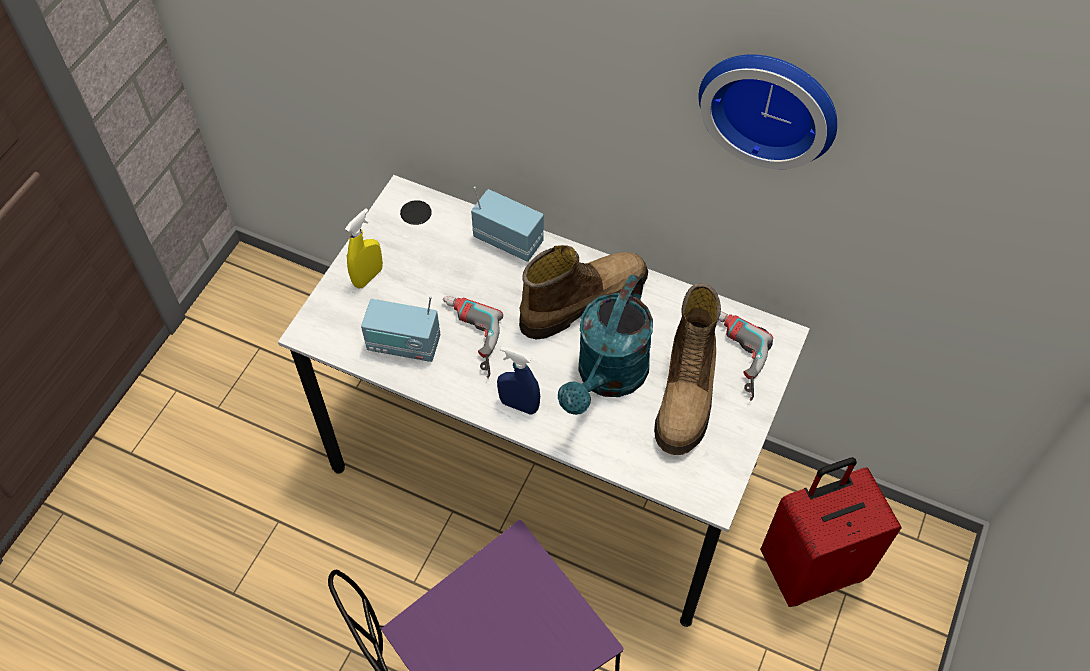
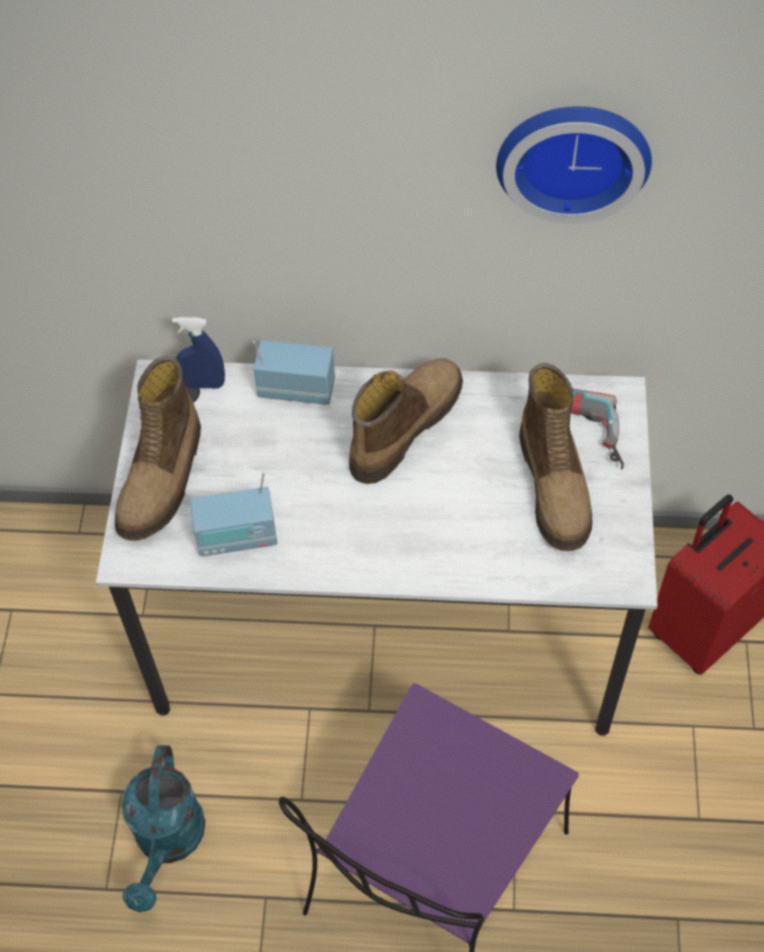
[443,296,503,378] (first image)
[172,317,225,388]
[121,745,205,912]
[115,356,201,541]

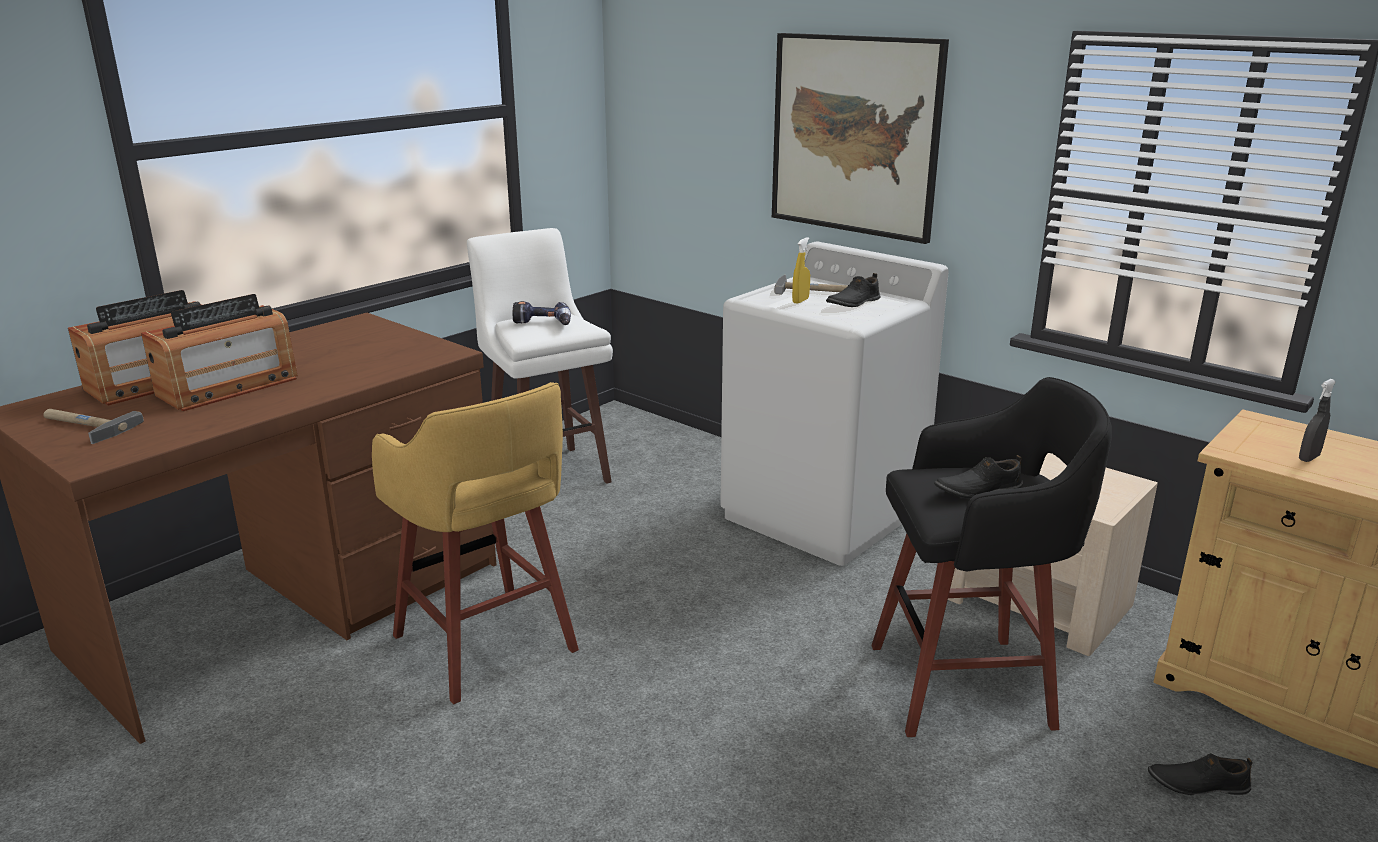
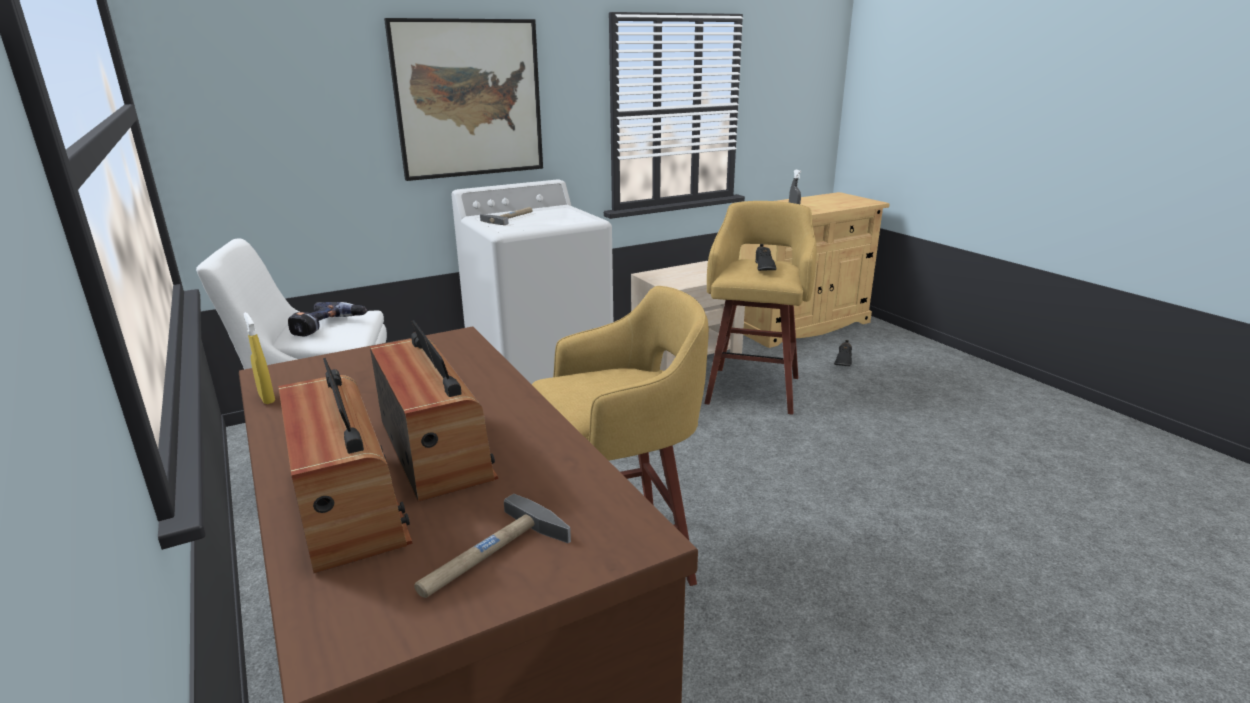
[826,273,881,307] (first image)
[244,312,275,404]
[704,201,817,415]

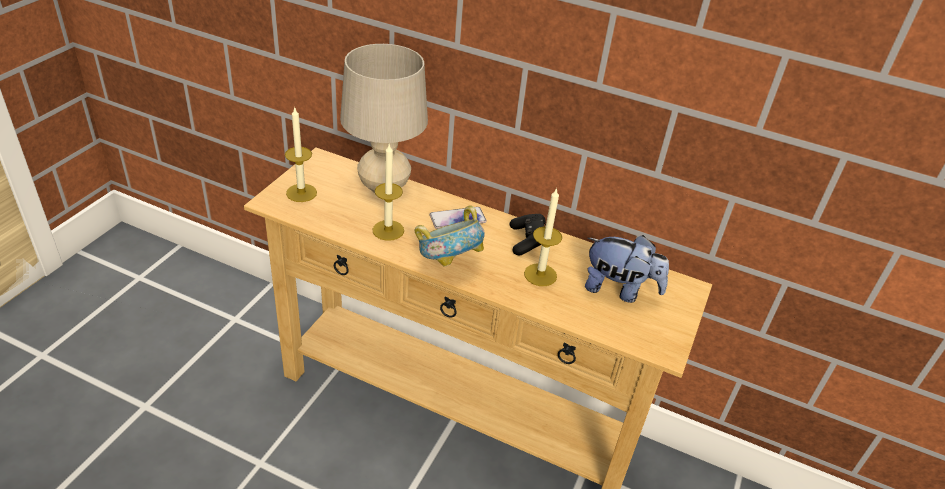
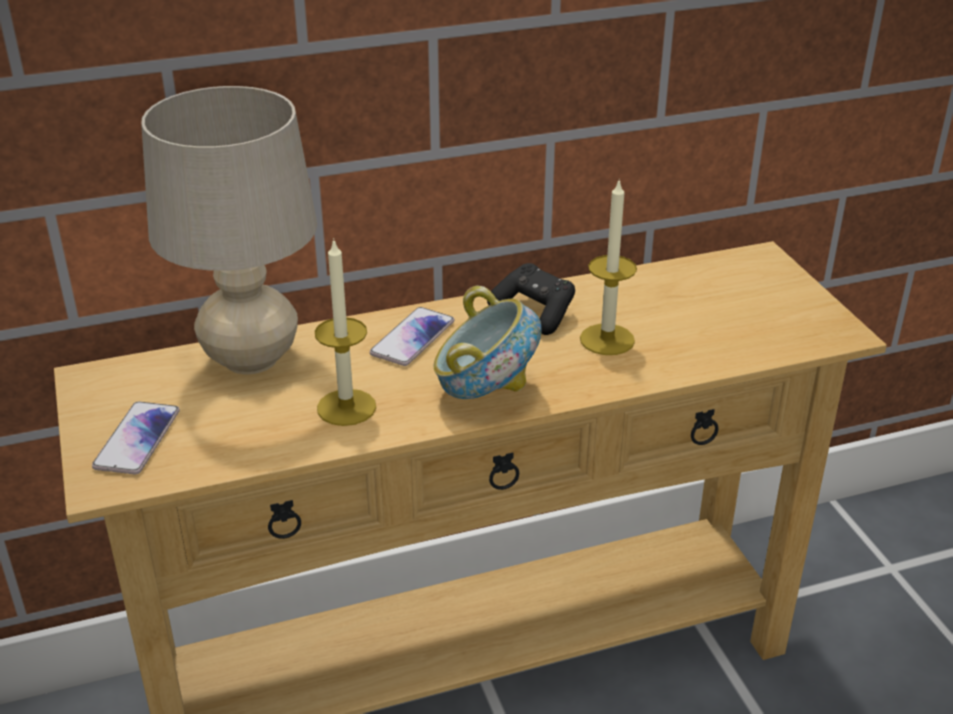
[585,235,669,303] (first image)
[92,402,180,474]

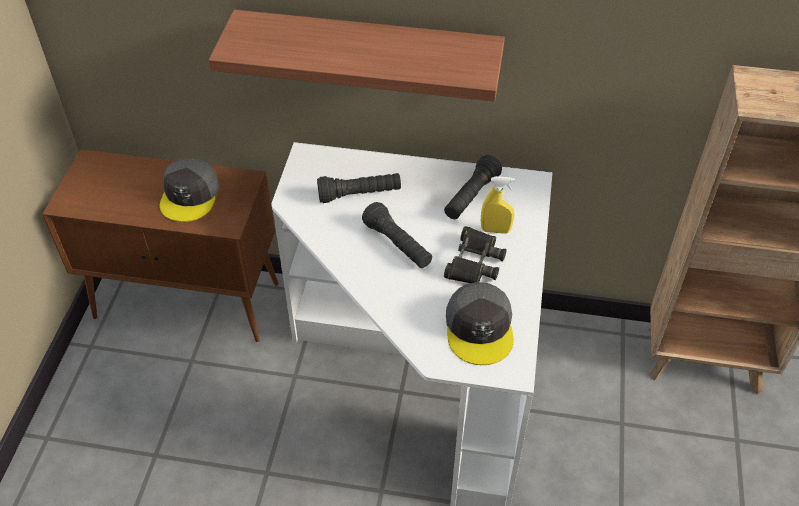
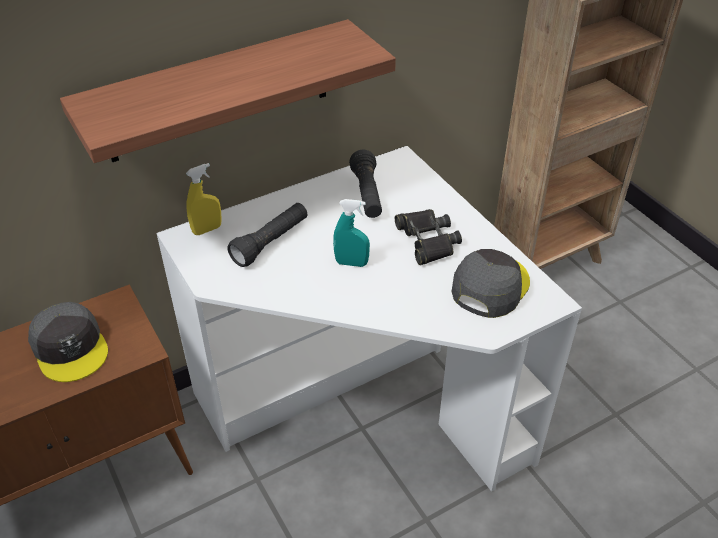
[186,163,222,235]
[333,199,370,267]
[451,249,530,318]

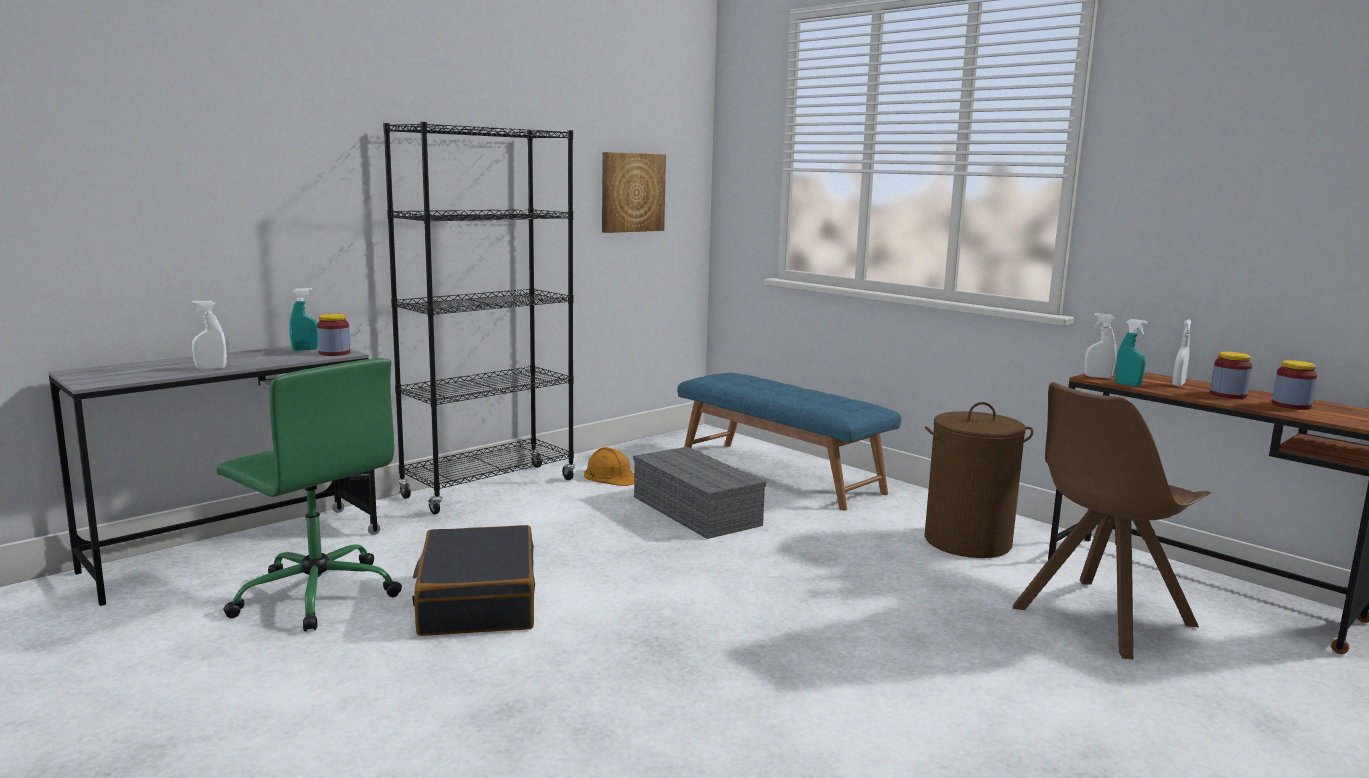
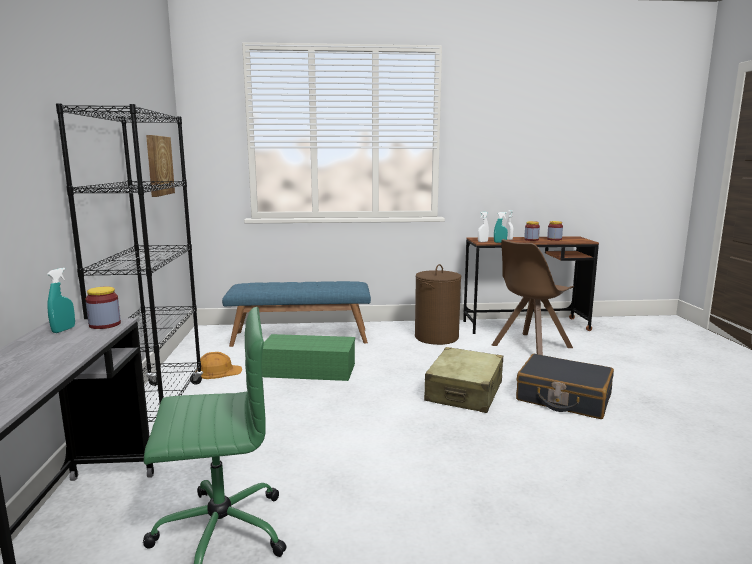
[192,301,227,370] (first image)
[424,347,503,413]
[516,354,614,419]
[262,334,355,381]
[492,239,574,355]

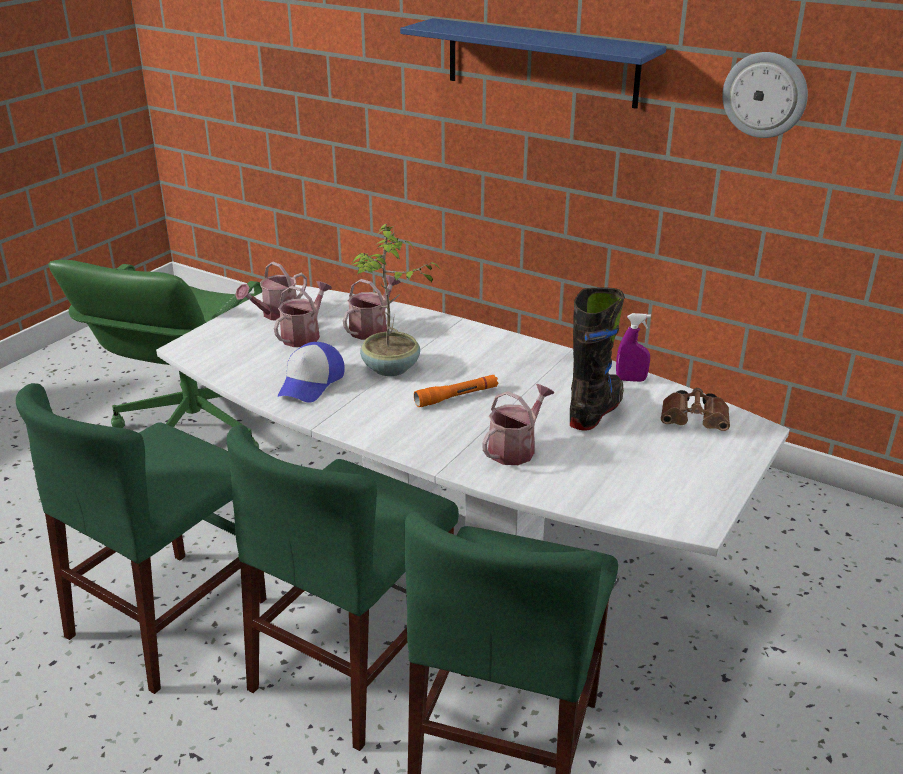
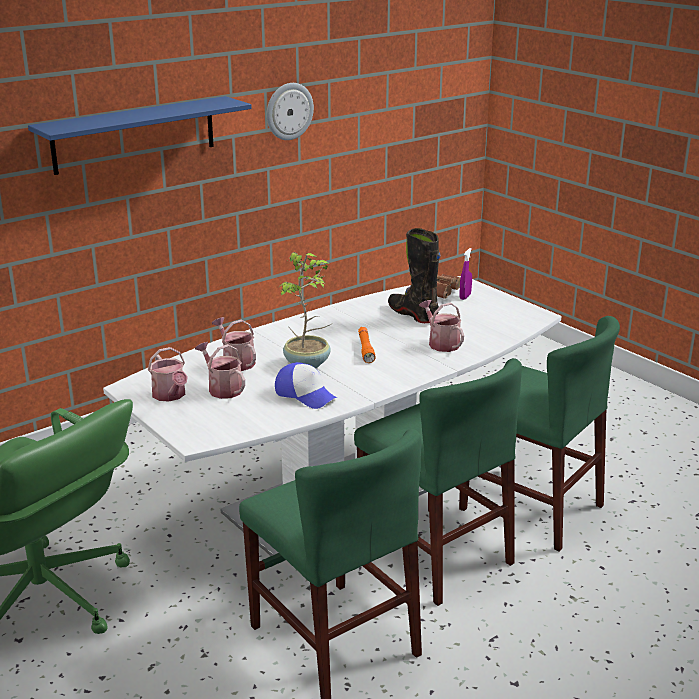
[459,248,472,300]

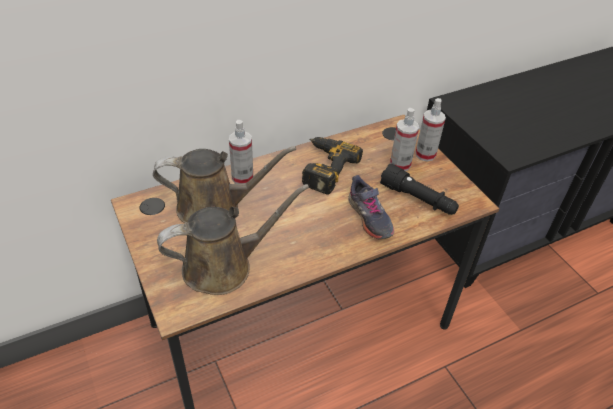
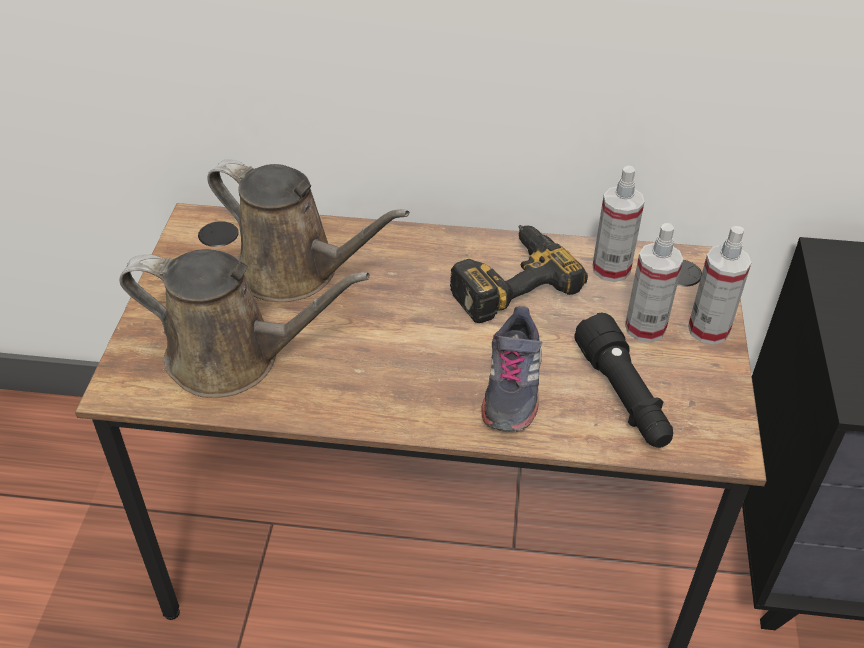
[592,165,644,282]

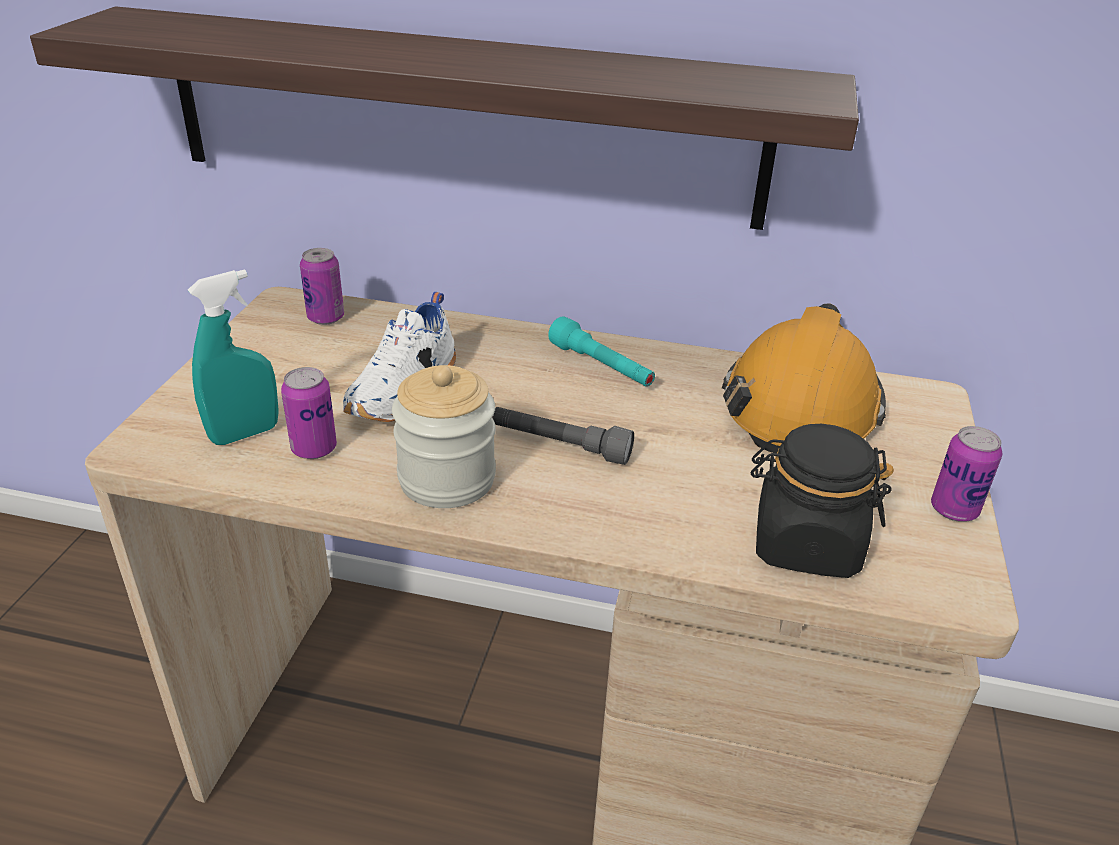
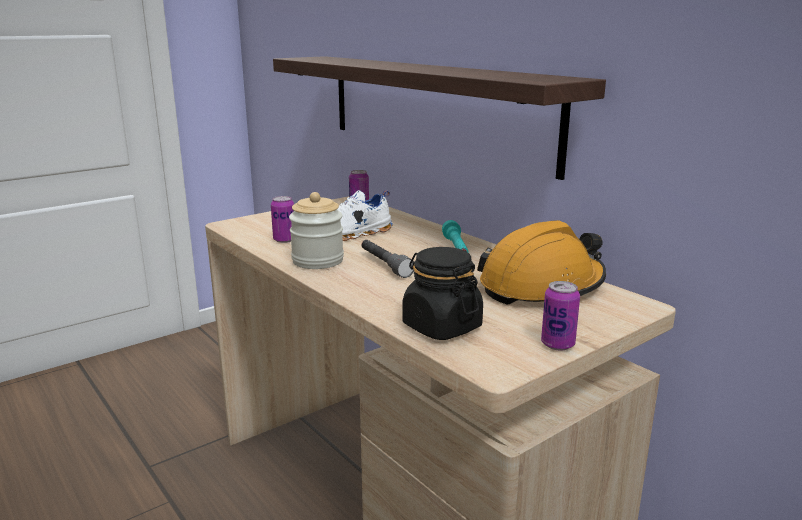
[188,269,279,445] (first image)

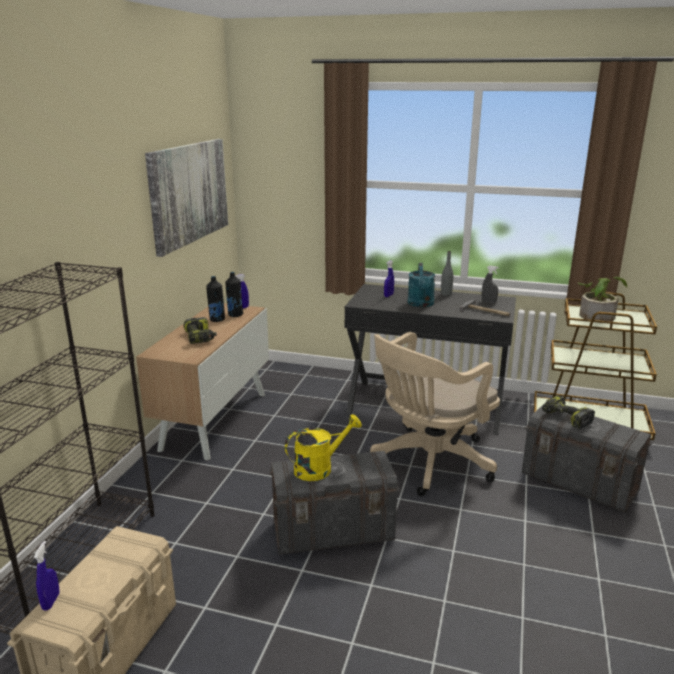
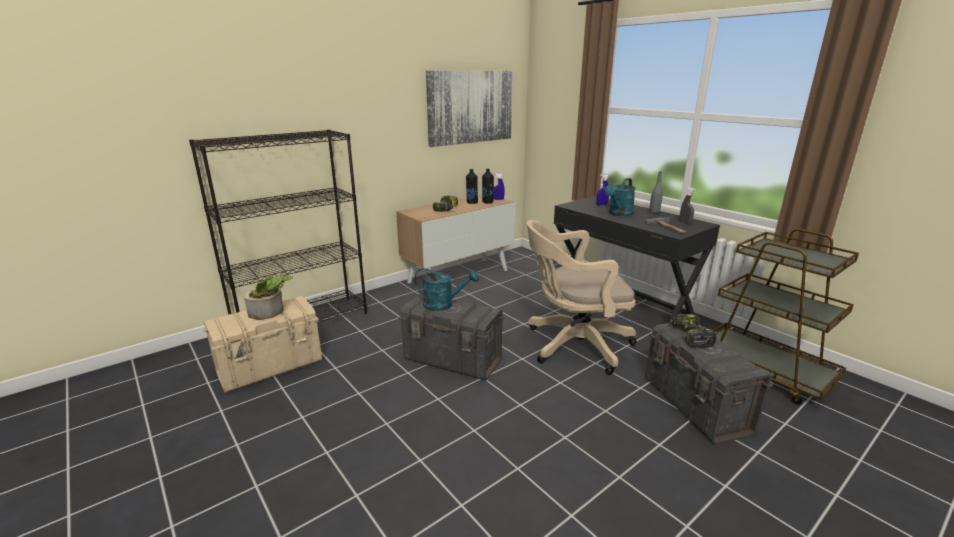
[34,541,59,611] (first image)
[244,275,293,320]
[414,268,479,311]

